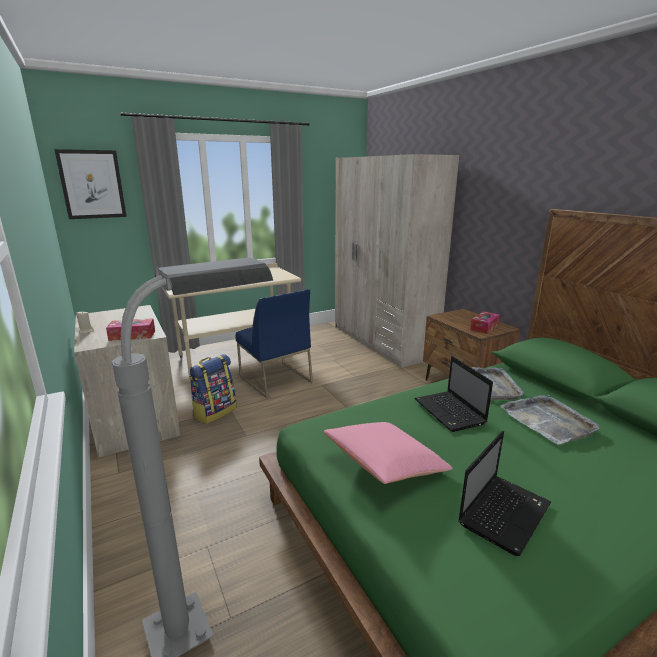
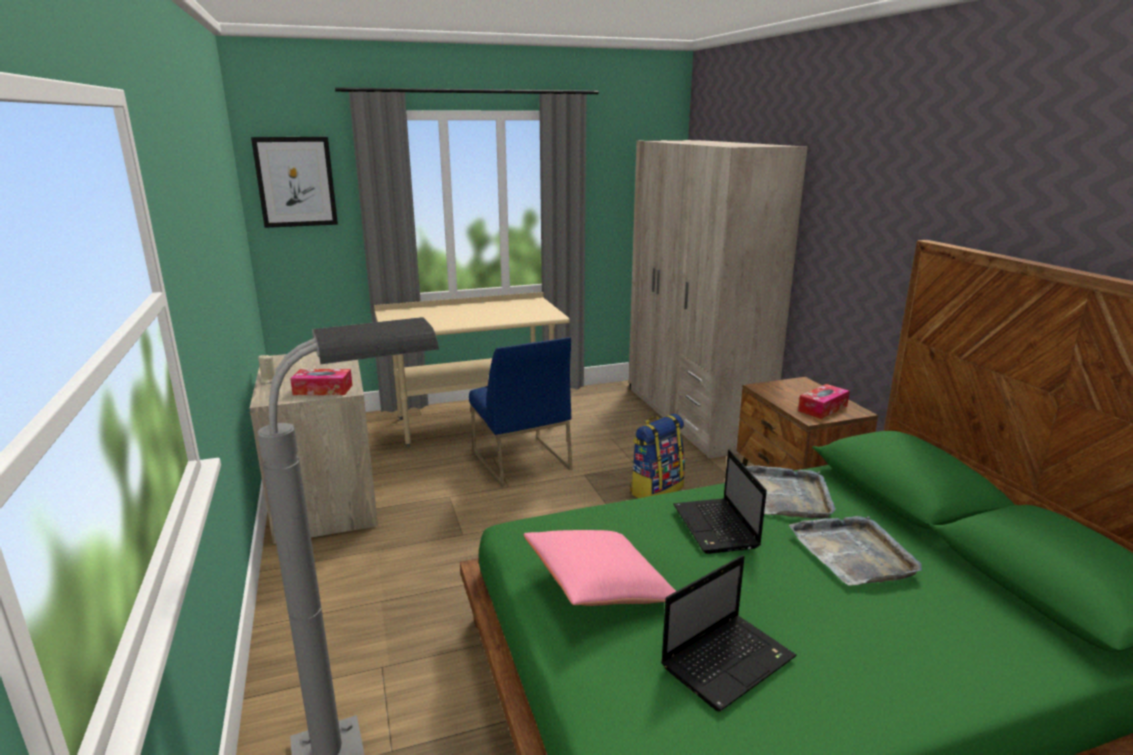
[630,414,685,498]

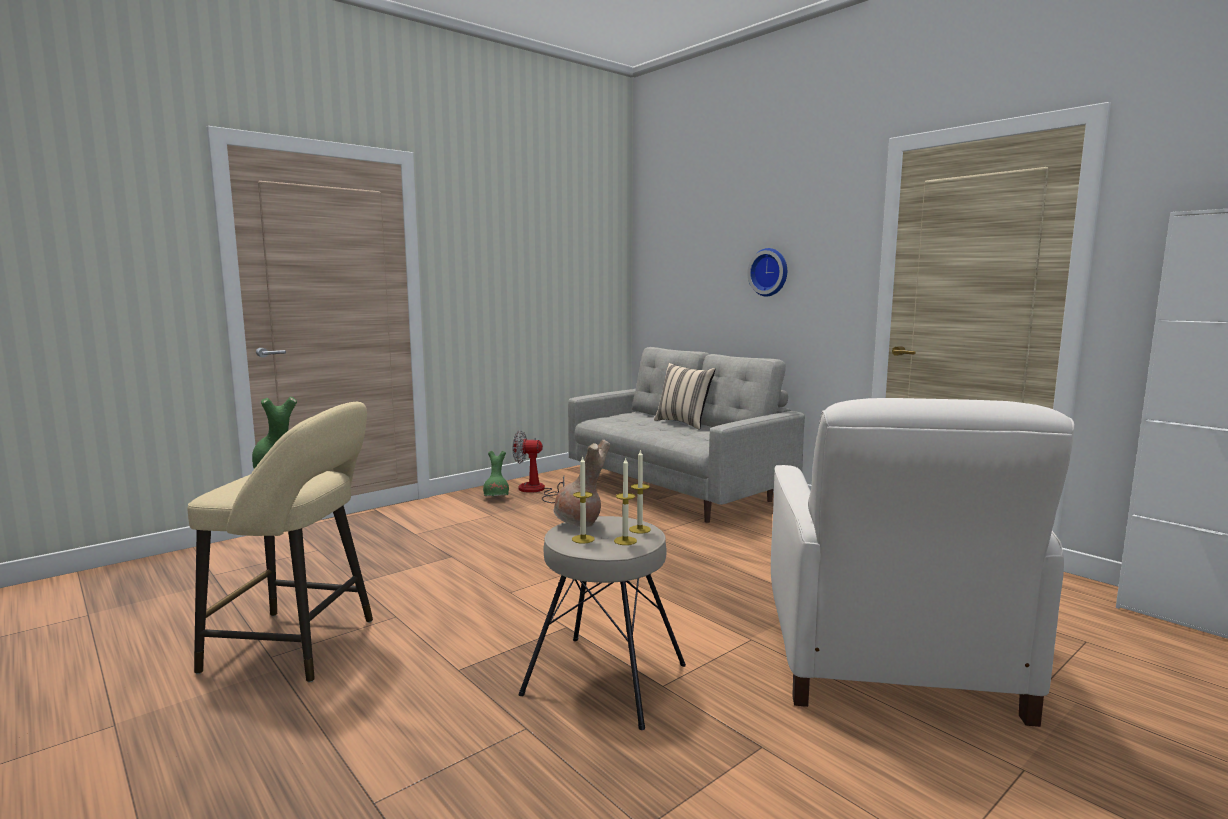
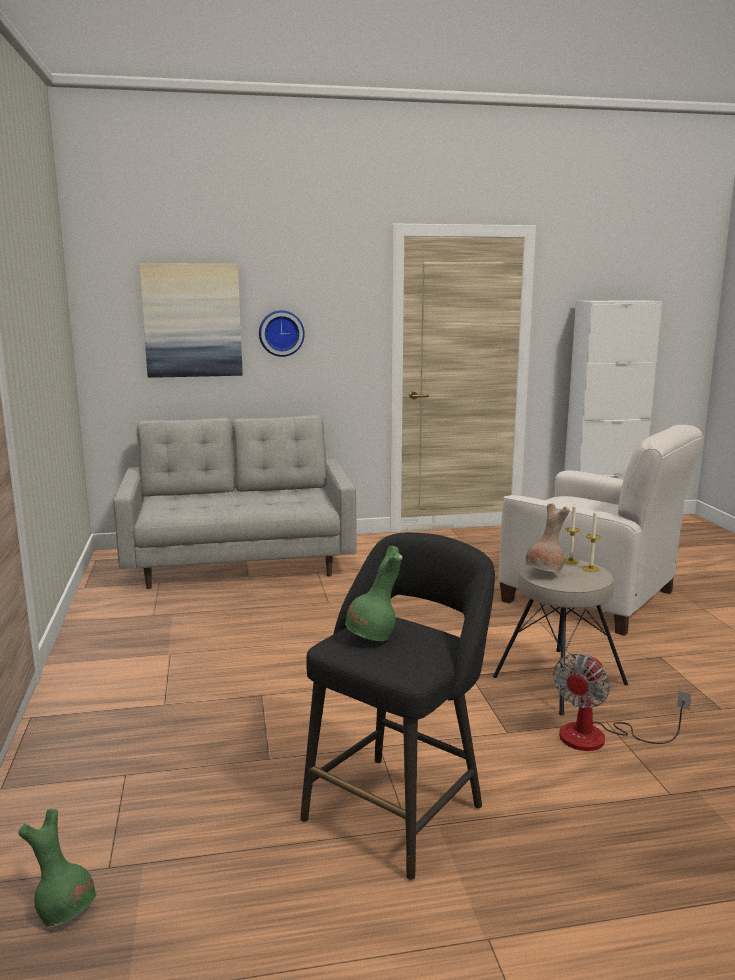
[572,456,595,544] (first image)
[654,363,715,430] (first image)
[139,263,243,378]
[18,809,96,927]
[553,654,691,751]
[300,532,495,881]

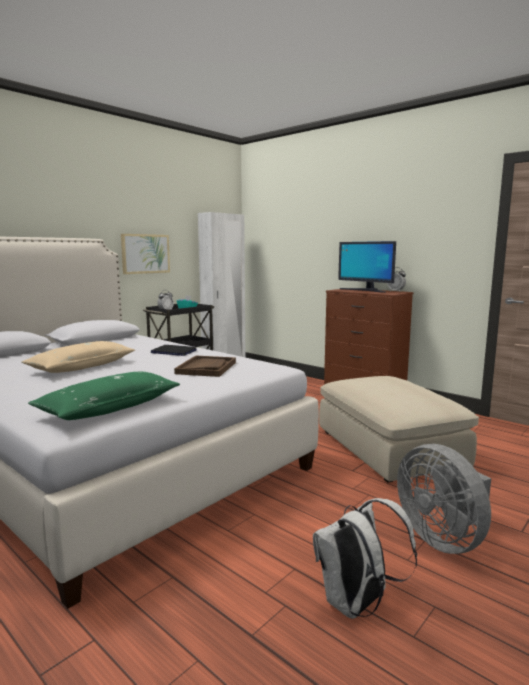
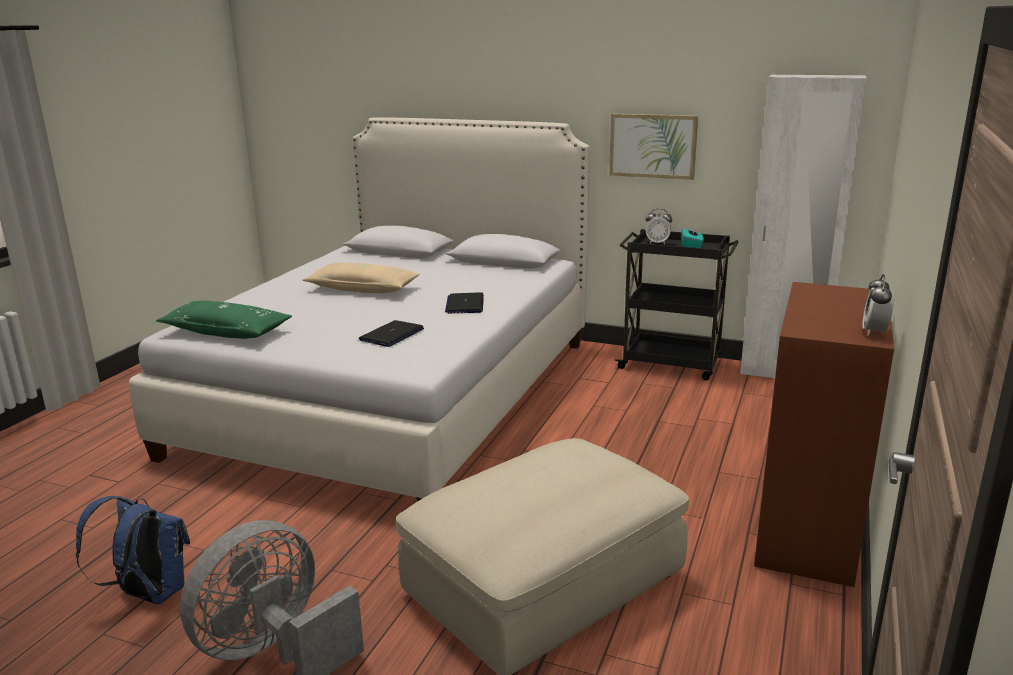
[338,241,396,293] (first image)
[359,320,424,347]
[76,496,190,604]

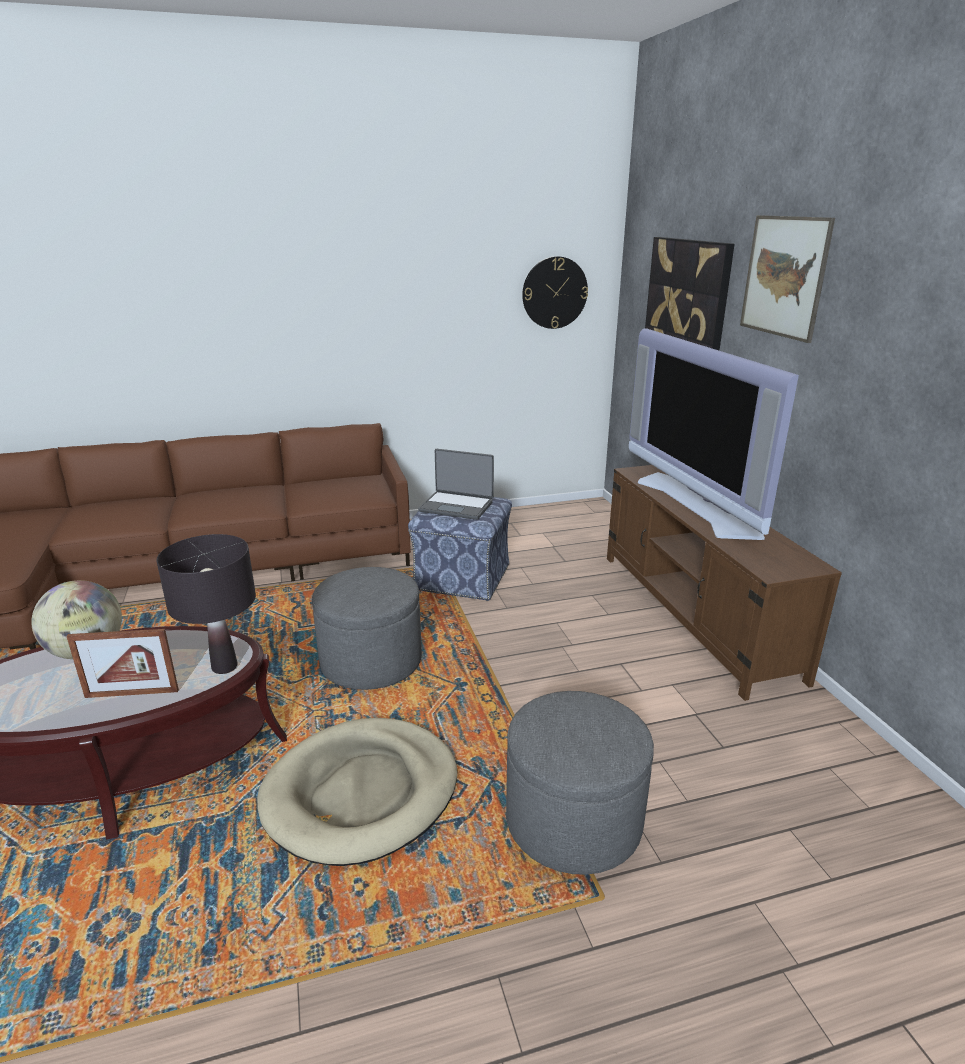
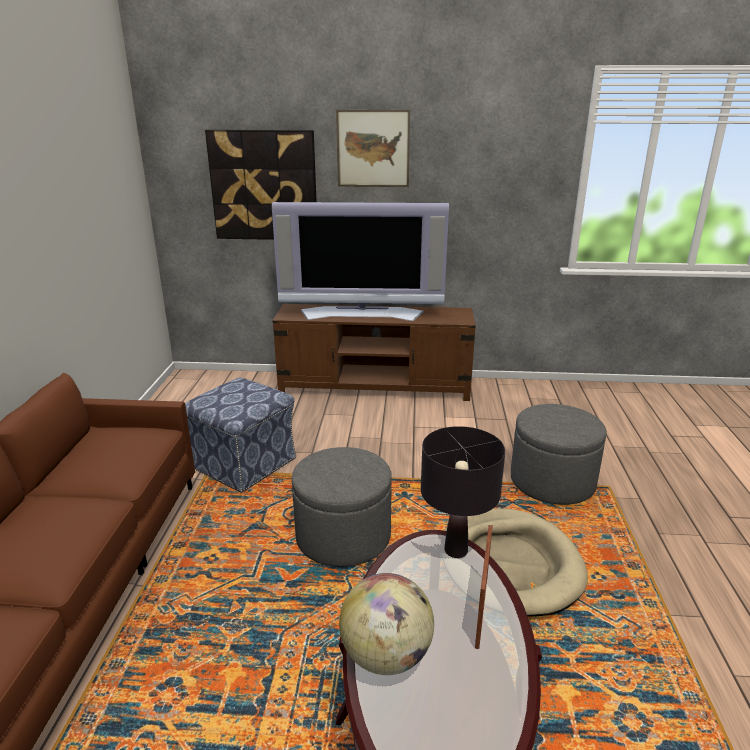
[418,449,494,520] (first image)
[522,256,588,329] (first image)

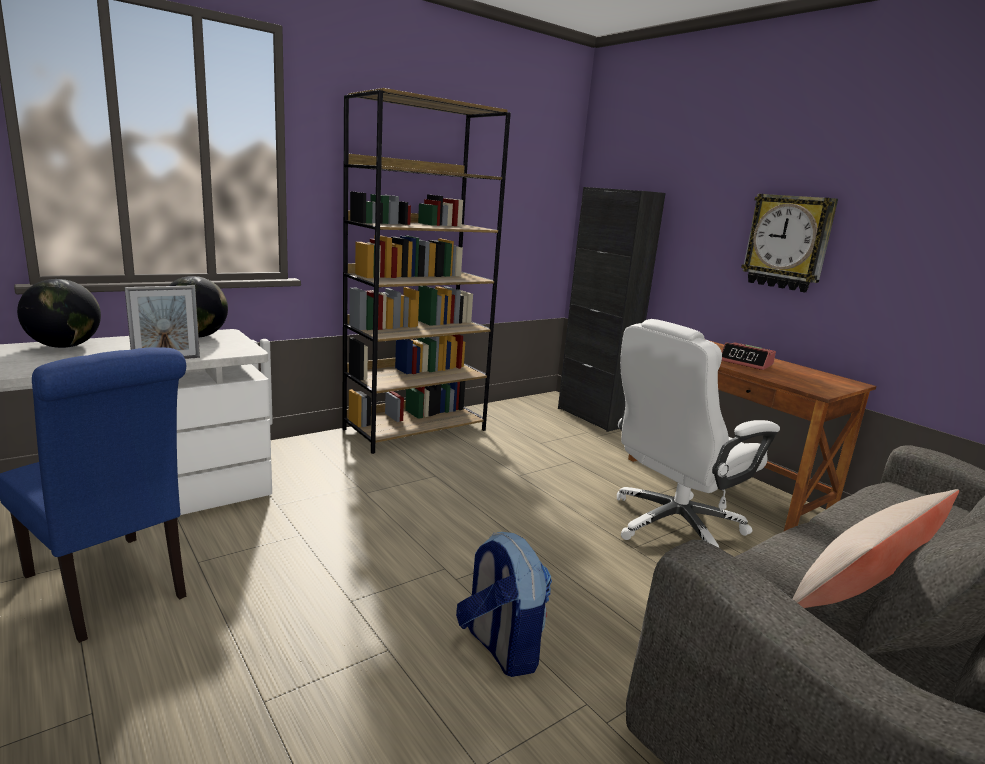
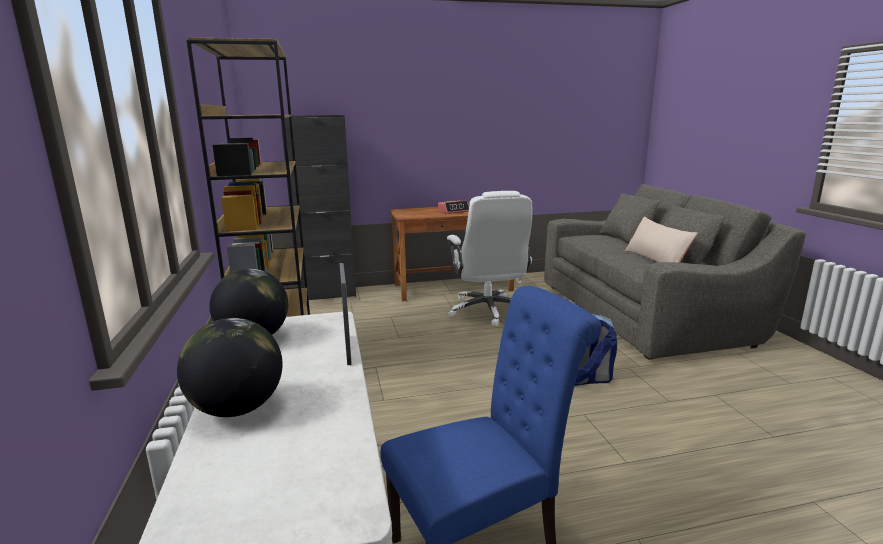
[741,194,838,292] (first image)

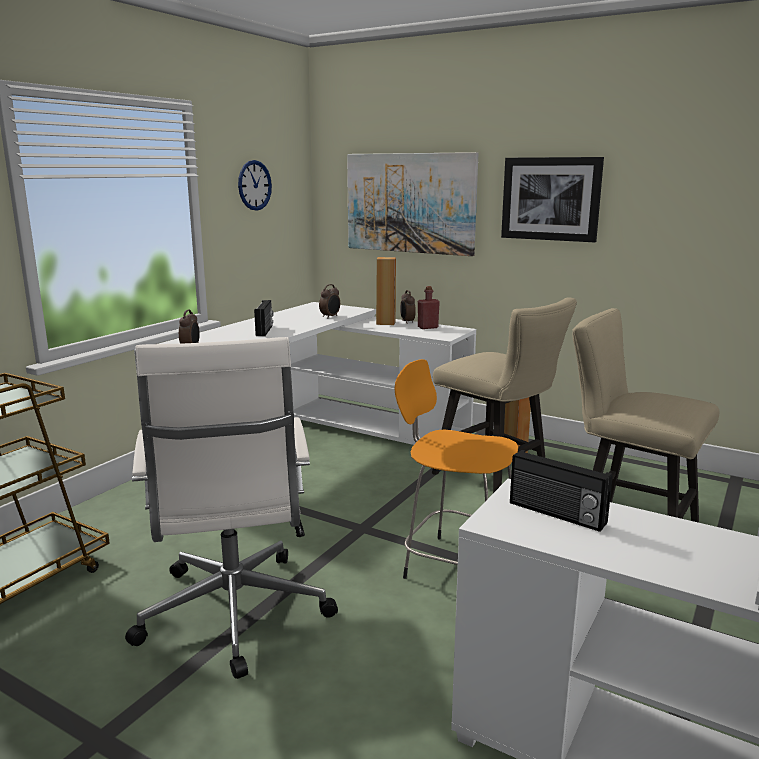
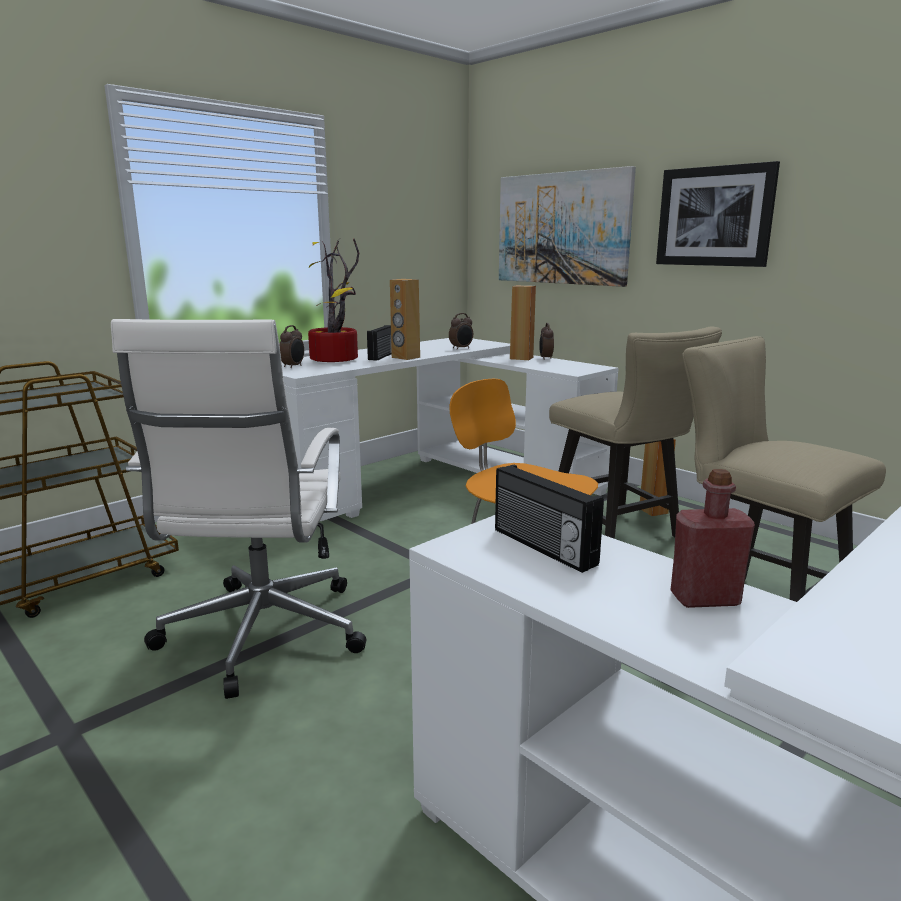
[238,160,272,211] (first image)
[308,238,359,362]
[390,279,420,360]
[671,469,755,608]

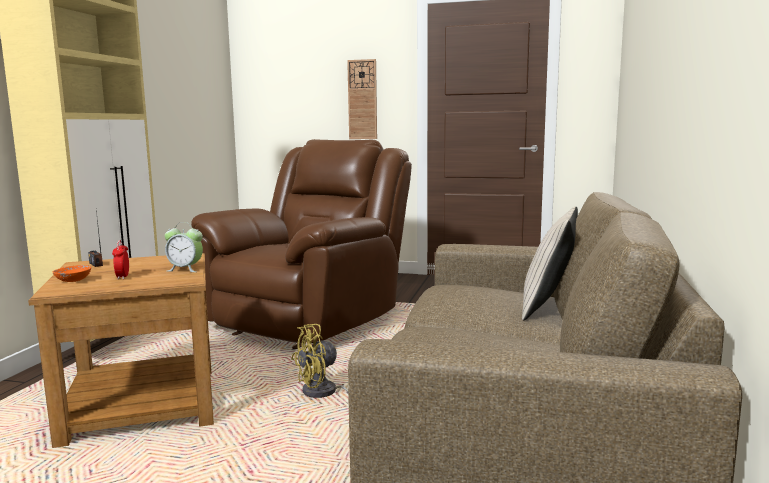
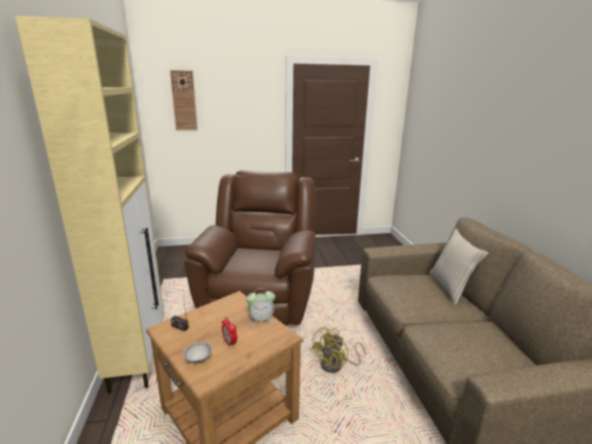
[170,70,198,131]
[183,342,212,364]

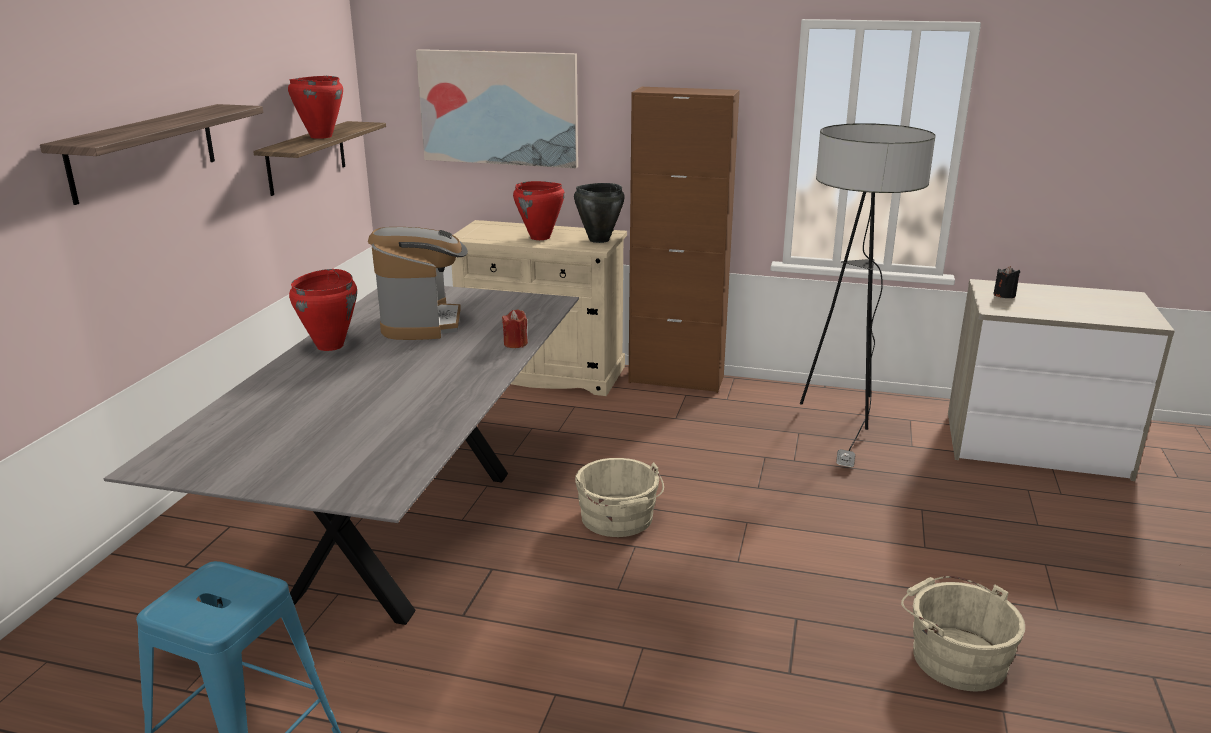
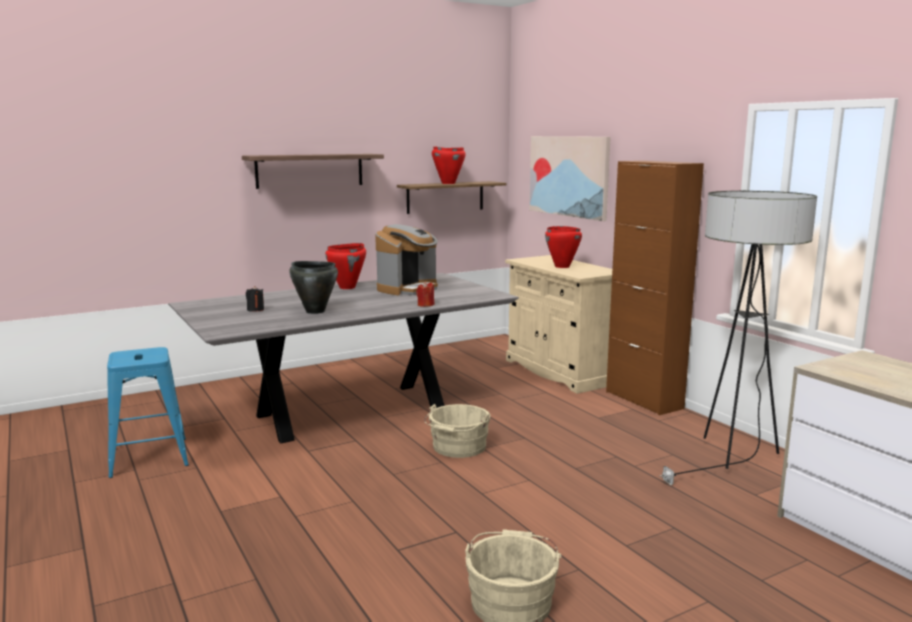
[289,261,338,314]
[246,286,264,311]

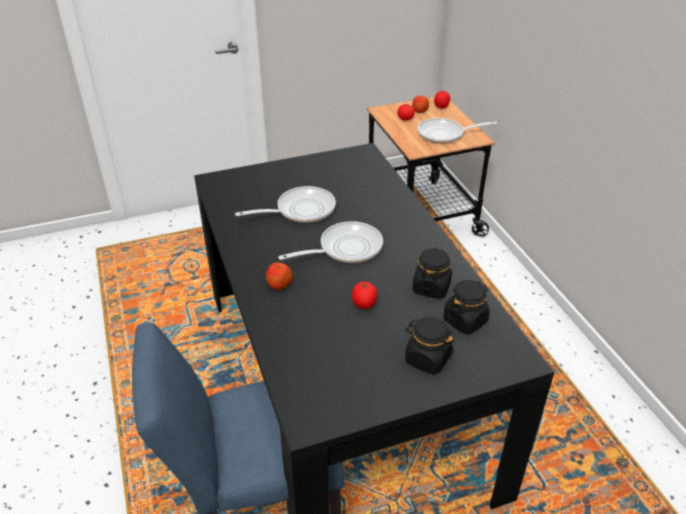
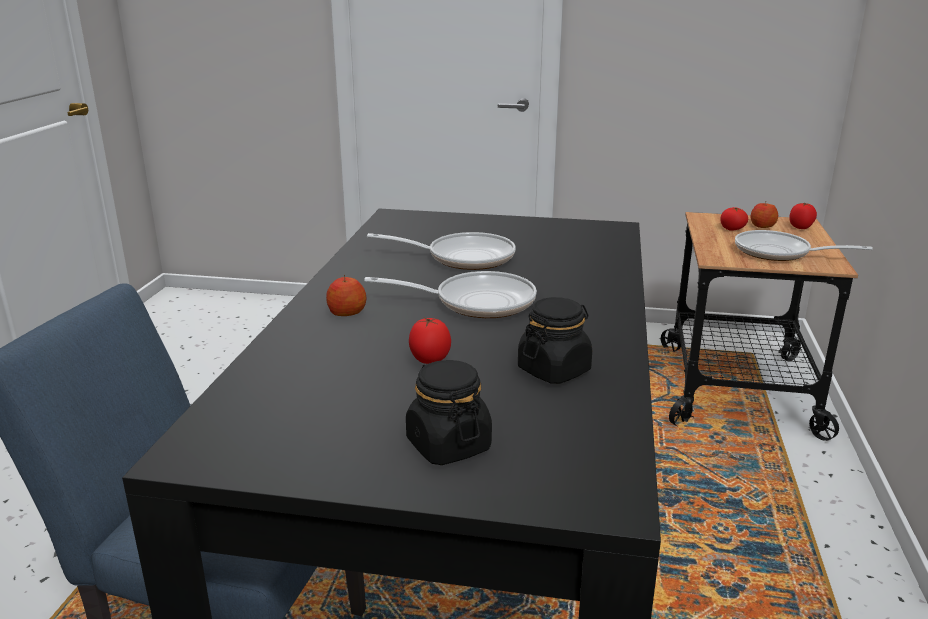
[443,280,490,334] (first image)

